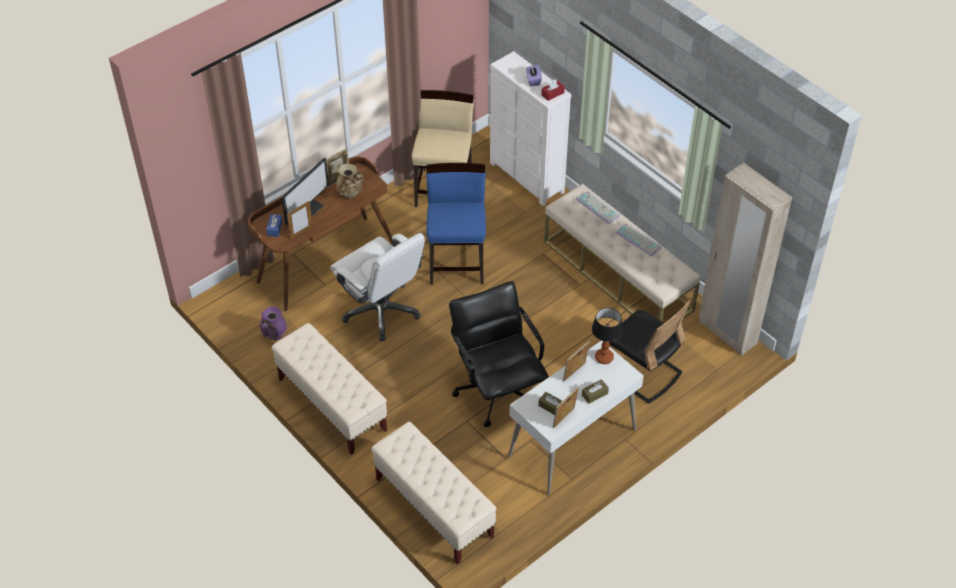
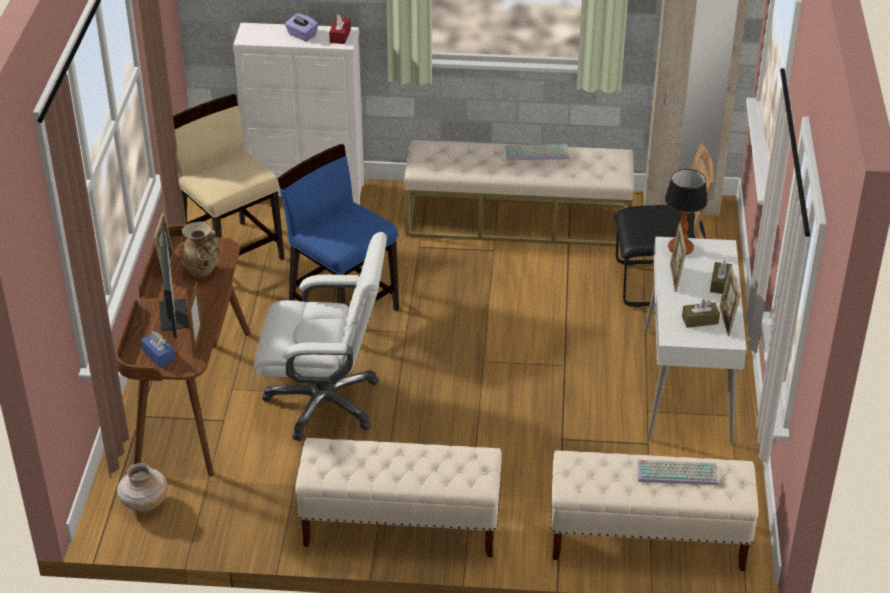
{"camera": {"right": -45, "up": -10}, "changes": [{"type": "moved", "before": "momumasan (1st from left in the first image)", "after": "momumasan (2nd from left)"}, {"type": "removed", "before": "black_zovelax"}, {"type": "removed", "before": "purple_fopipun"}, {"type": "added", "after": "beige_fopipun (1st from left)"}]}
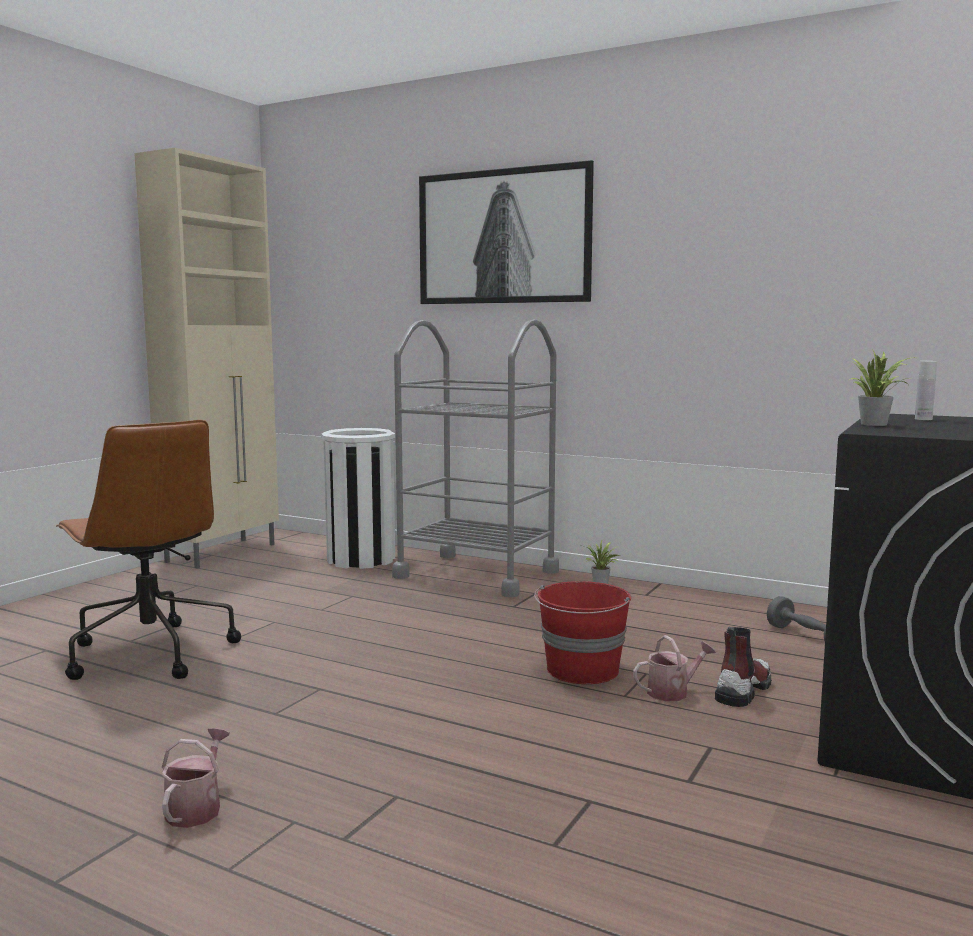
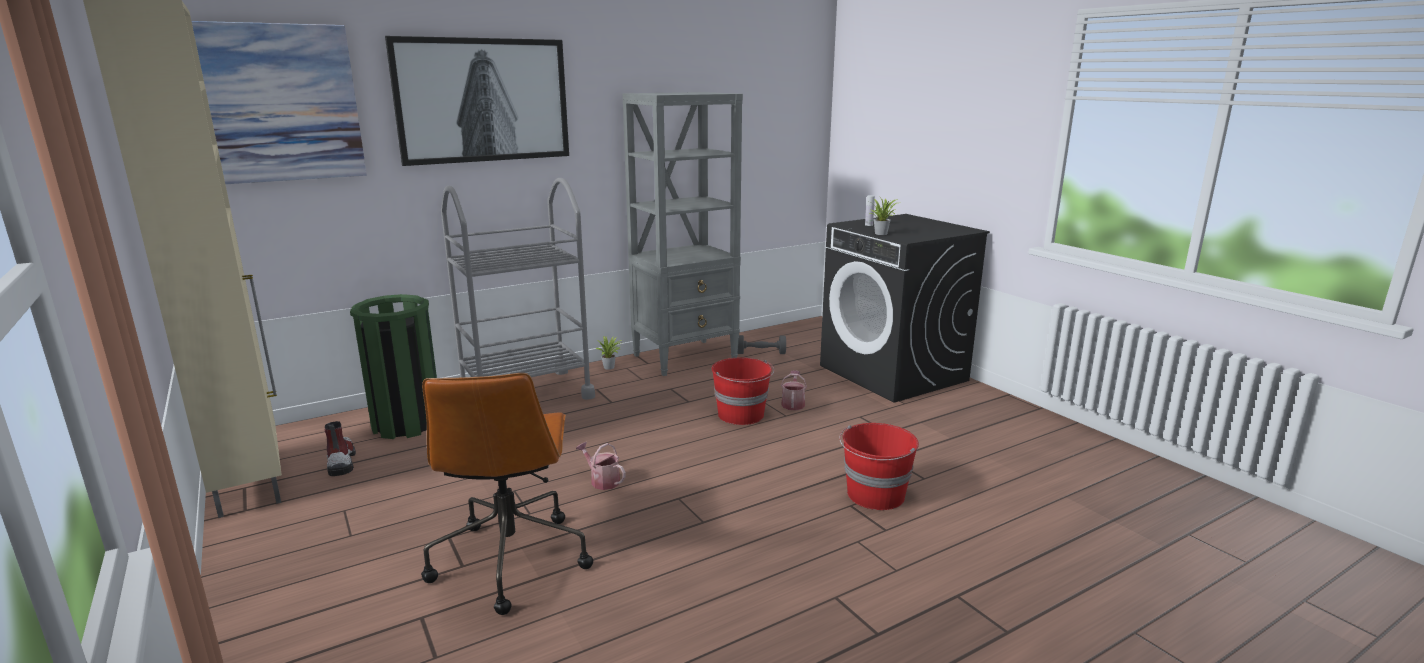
{"camera": {"right": -60, "up": 10}, "changes": [{"type": "turned", "before": "brown_zovelax", "turn": 90}, {"type": "recoloured", "before": "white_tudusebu", "after": "green_tudusebu"}, {"type": "moved", "before": "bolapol"}, {"type": "moved", "before": "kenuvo (1st from left)"}, {"type": "added", "after": "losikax (1st from left)"}, {"type": "added", "after": "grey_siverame"}, {"type": "added", "after": "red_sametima (2nd from left)"}]}
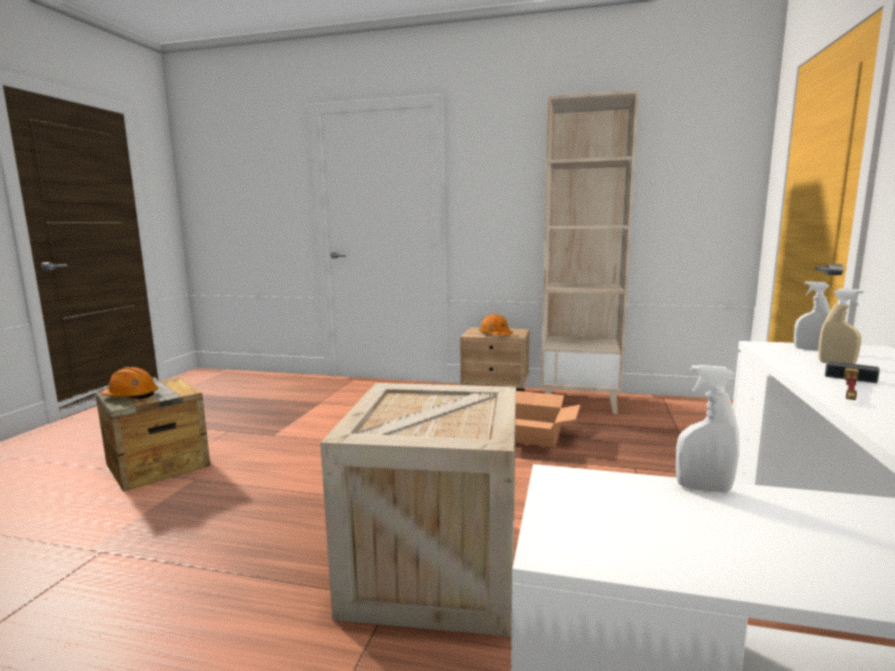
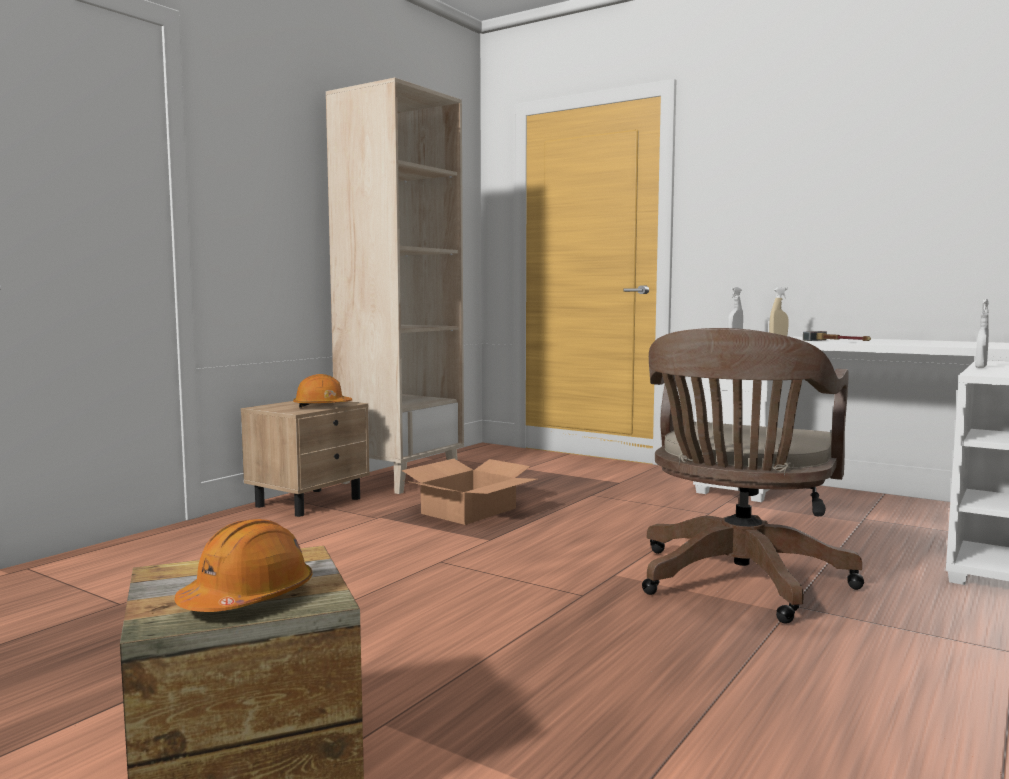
{"camera": {"right": -70, "up": -5}, "changes": [{"type": "replaced", "before": "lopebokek (2nd from left)", "after": "brown_zovelax"}]}
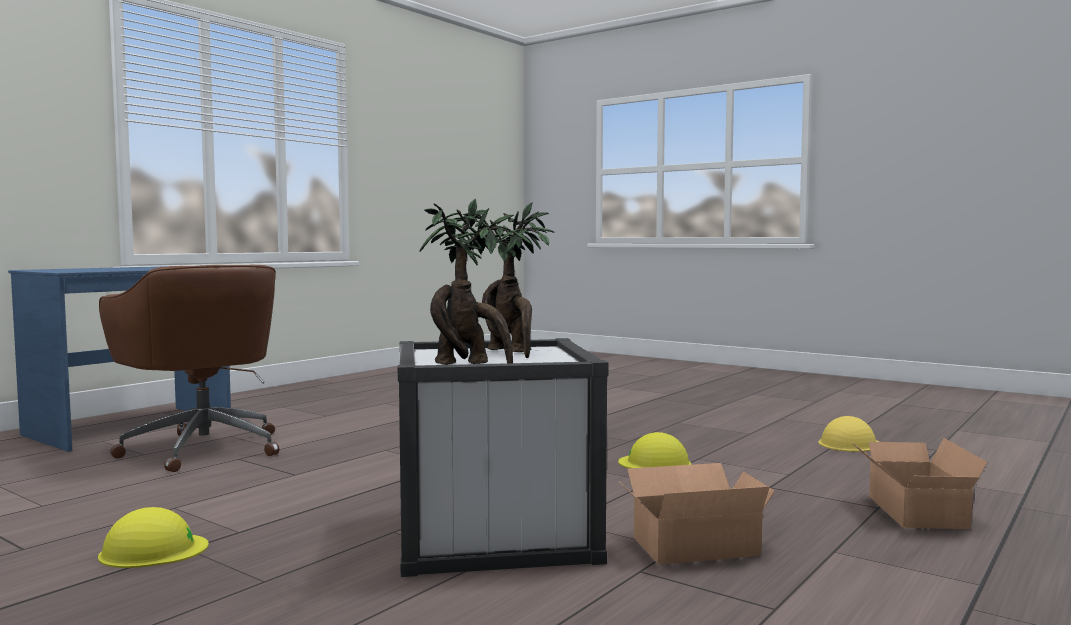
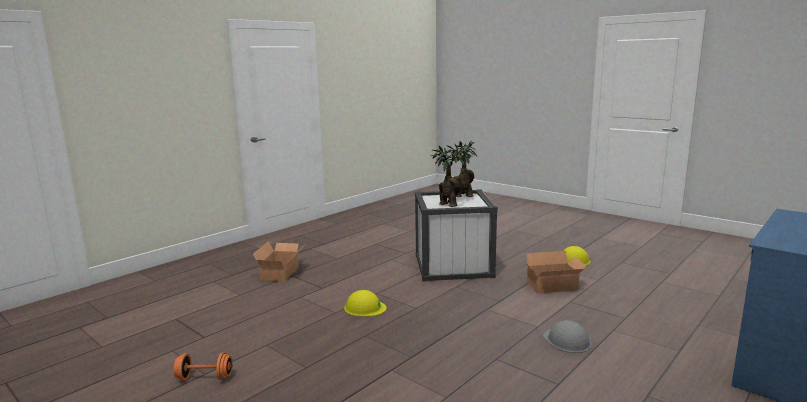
{"camera": {"right": -175, "up": 10}, "changes": [{"type": "removed", "before": "brown_zovelax"}, {"type": "removed", "before": "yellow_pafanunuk (3rd from left)"}, {"type": "moved", "before": "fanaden (1st from left in the first image)", "after": "fanaden (2nd from left)"}, {"type": "added", "after": "grey_pafanunuk"}, {"type": "added", "after": "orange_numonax"}]}
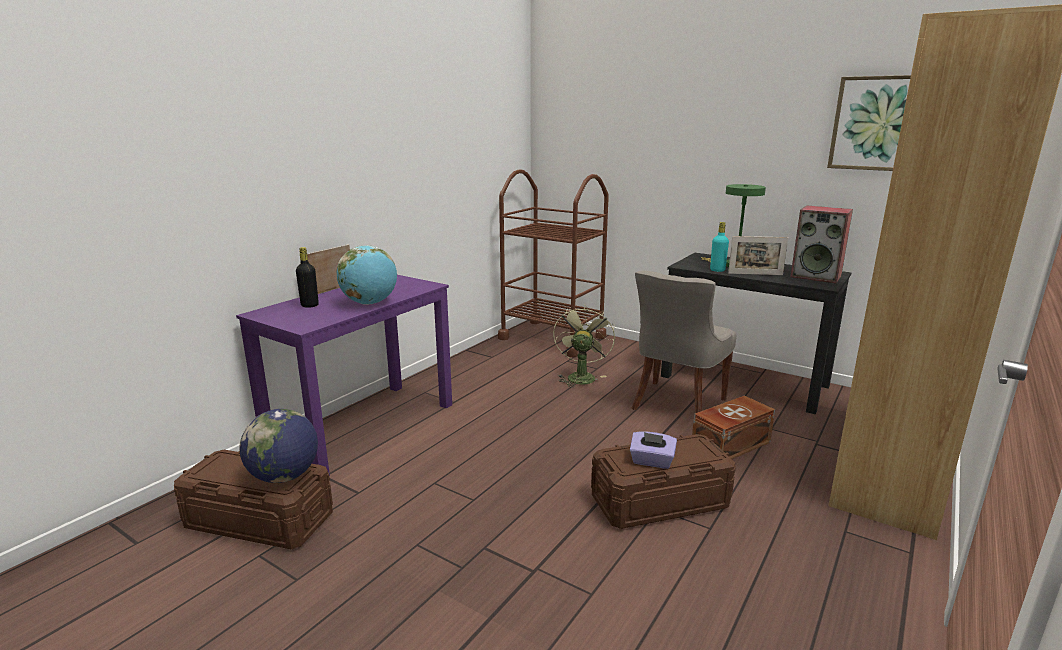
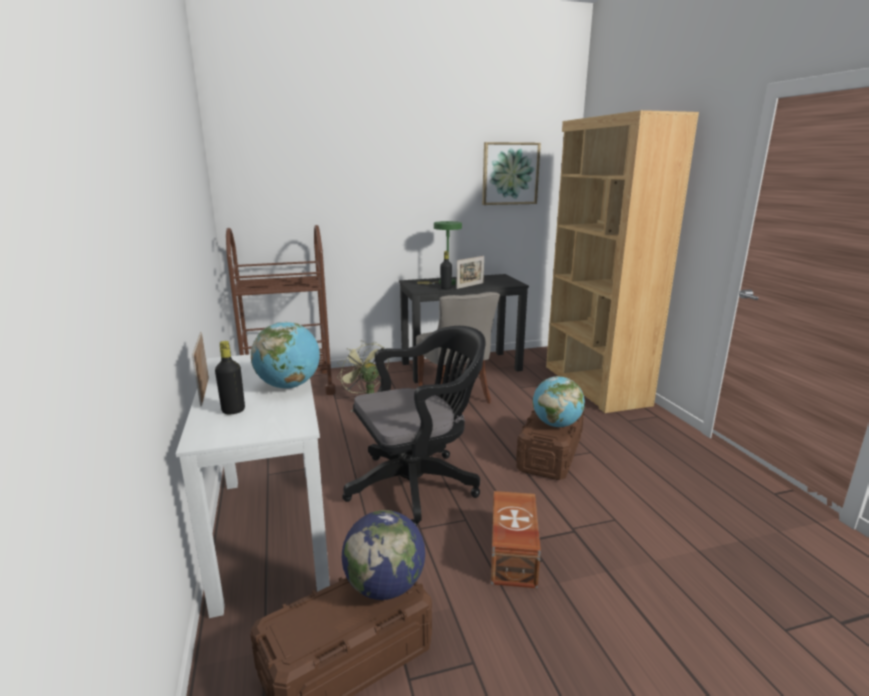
{"camera": {"right": -50, "up": 0}, "changes": [{"type": "removed", "before": "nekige"}, {"type": "recoloured", "before": "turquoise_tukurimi", "after": "black_tukurimi (2nd from left)"}, {"type": "recoloured", "before": "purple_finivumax", "after": "white_finivumax"}, {"type": "moved", "before": "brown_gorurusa (3rd from left in the first image)", "after": "brown_gorurusa (2nd from left)"}, {"type": "replaced", "before": "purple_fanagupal", "after": "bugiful (3rd from left)"}, {"type": "added", "after": "black_zovelax"}]}
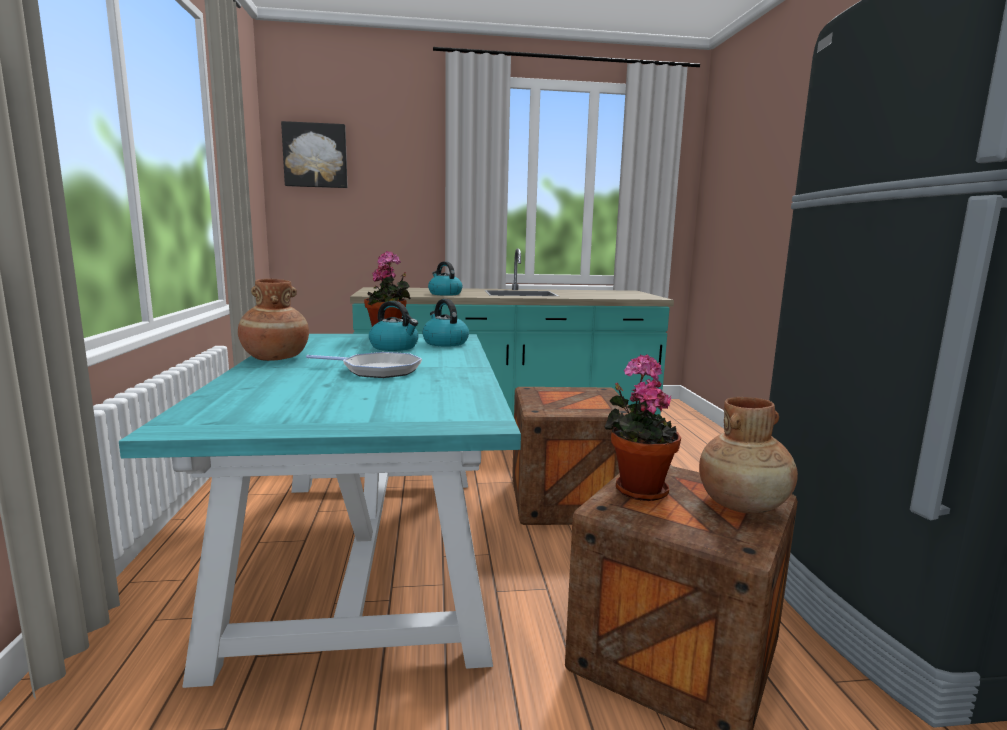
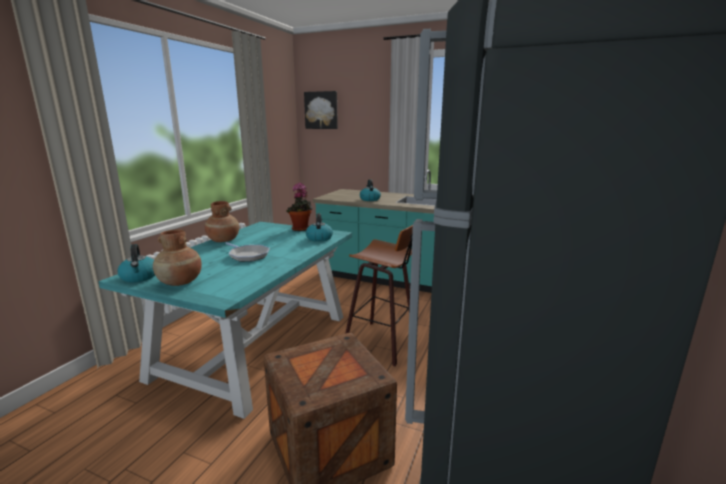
{"camera": {"right": 30, "up": 5}, "changes": [{"type": "moved", "before": "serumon (1st from left)"}, {"type": "removed", "before": "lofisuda (2nd from left)"}, {"type": "replaced", "before": "lopebokek (1st from left)", "after": "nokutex"}, {"type": "moved", "before": "brown_fopipun (2nd from left in the first image)", "after": "brown_fopipun (1st from left)"}]}
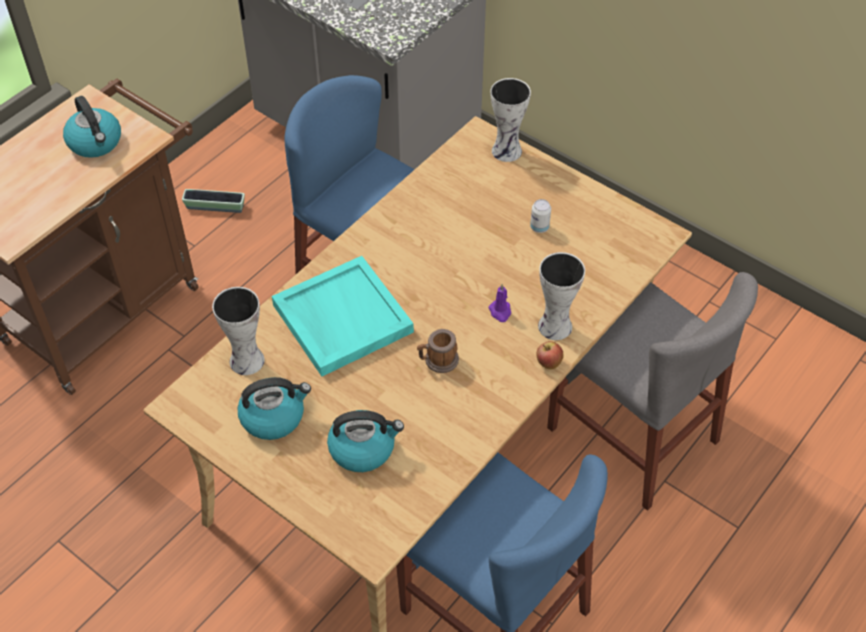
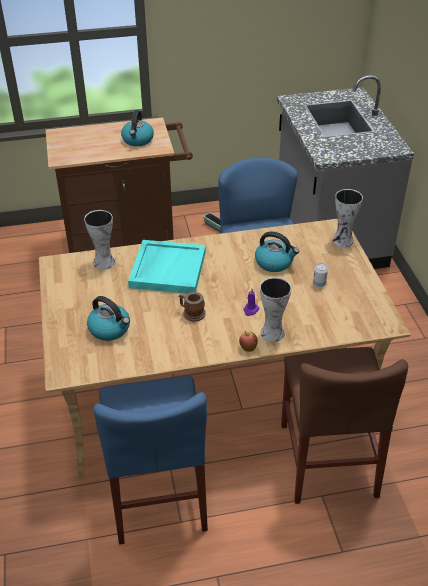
{"camera": {"right": 40, "up": -10}, "changes": [{"type": "recoloured", "before": "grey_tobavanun", "after": "brown_tobavanun"}, {"type": "moved", "before": "serumon (2nd from left in the first image)", "after": "serumon (3rd from left)"}]}
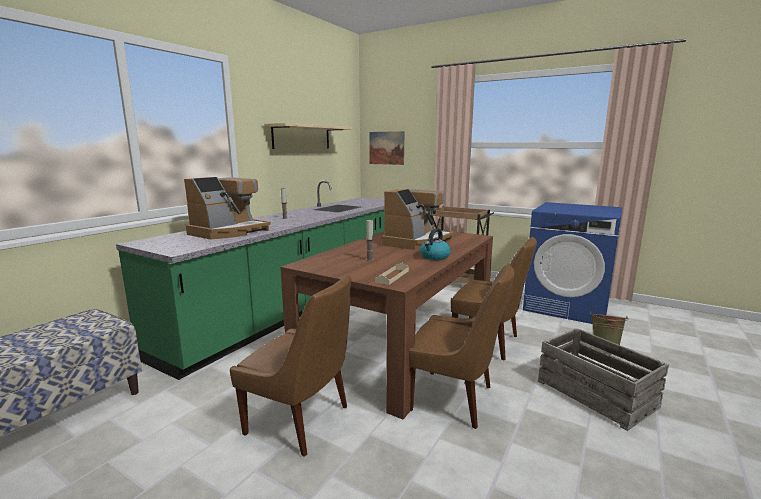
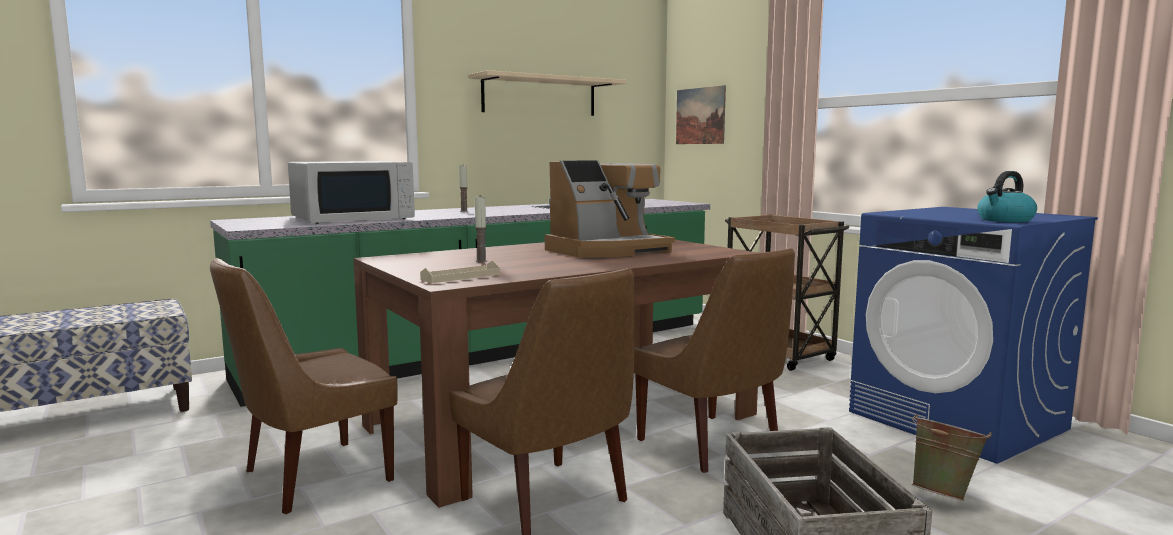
{"camera": {"right": 25, "up": -5}, "changes": [{"type": "replaced", "before": "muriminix (1st from left)", "after": "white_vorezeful"}, {"type": "moved", "before": "serumon"}, {"type": "turned", "before": "brown_tobavanun (1st from left)", "turn": 90}]}
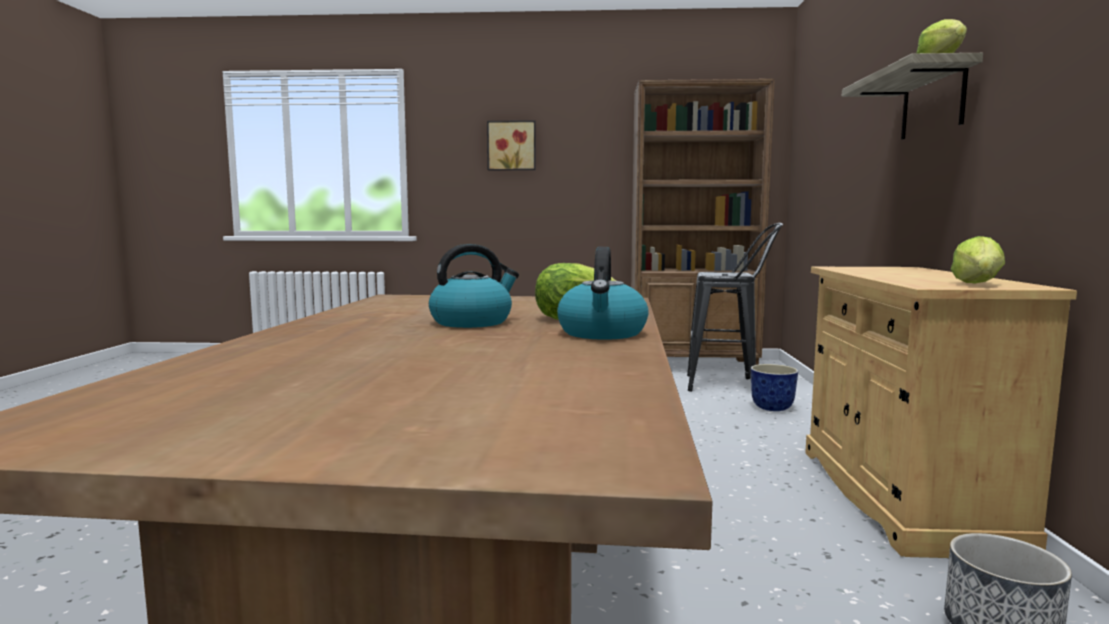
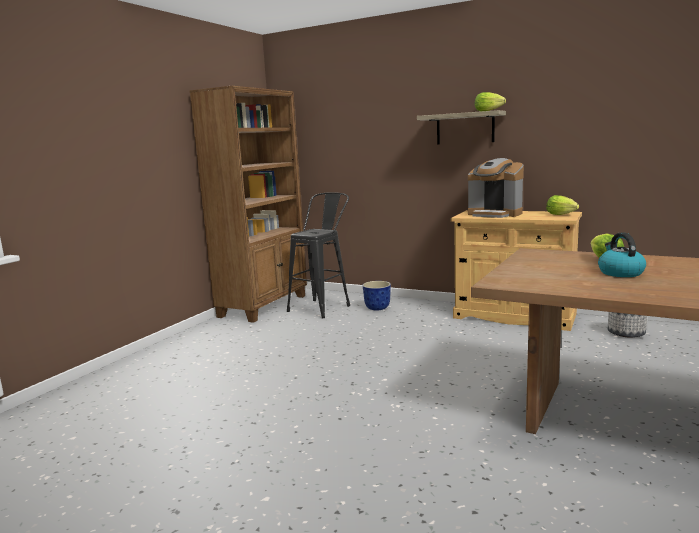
{"camera": {"right": -65, "up": 5}, "changes": [{"type": "removed", "before": "losikax"}, {"type": "removed", "before": "serumon (2nd from left)"}, {"type": "added", "after": "muriminix"}]}
